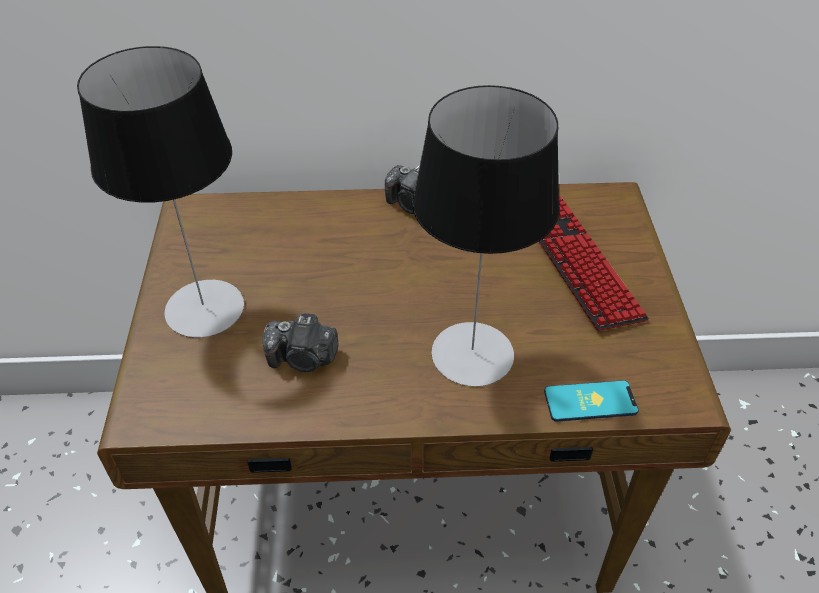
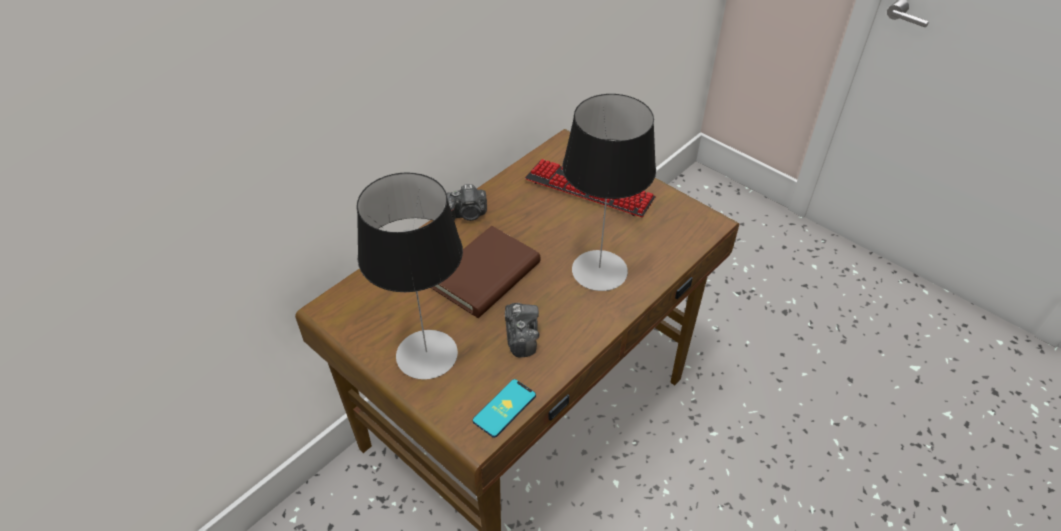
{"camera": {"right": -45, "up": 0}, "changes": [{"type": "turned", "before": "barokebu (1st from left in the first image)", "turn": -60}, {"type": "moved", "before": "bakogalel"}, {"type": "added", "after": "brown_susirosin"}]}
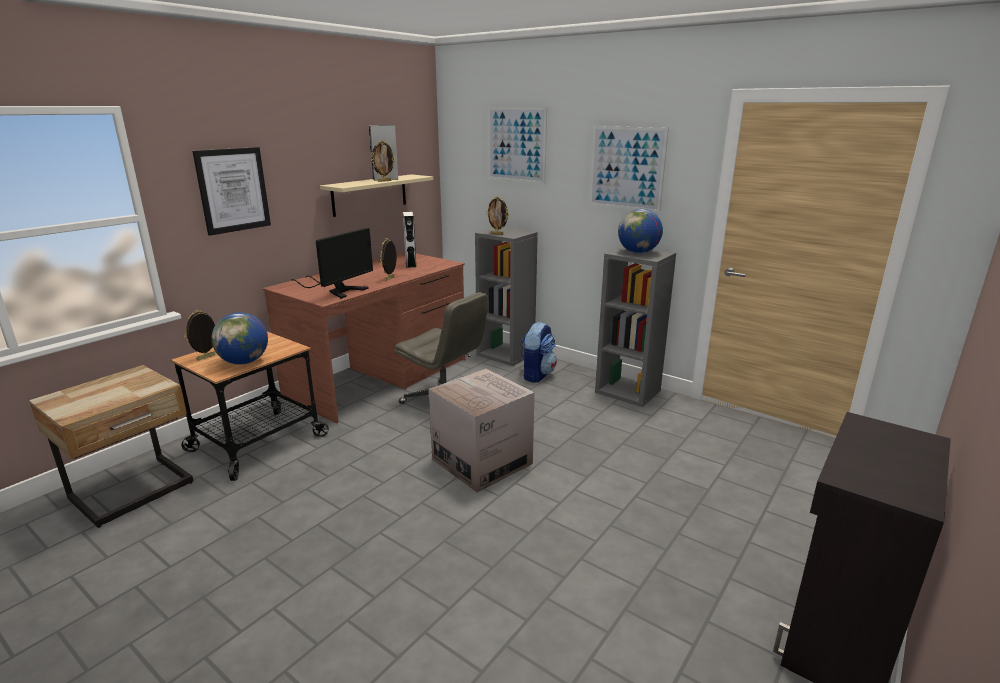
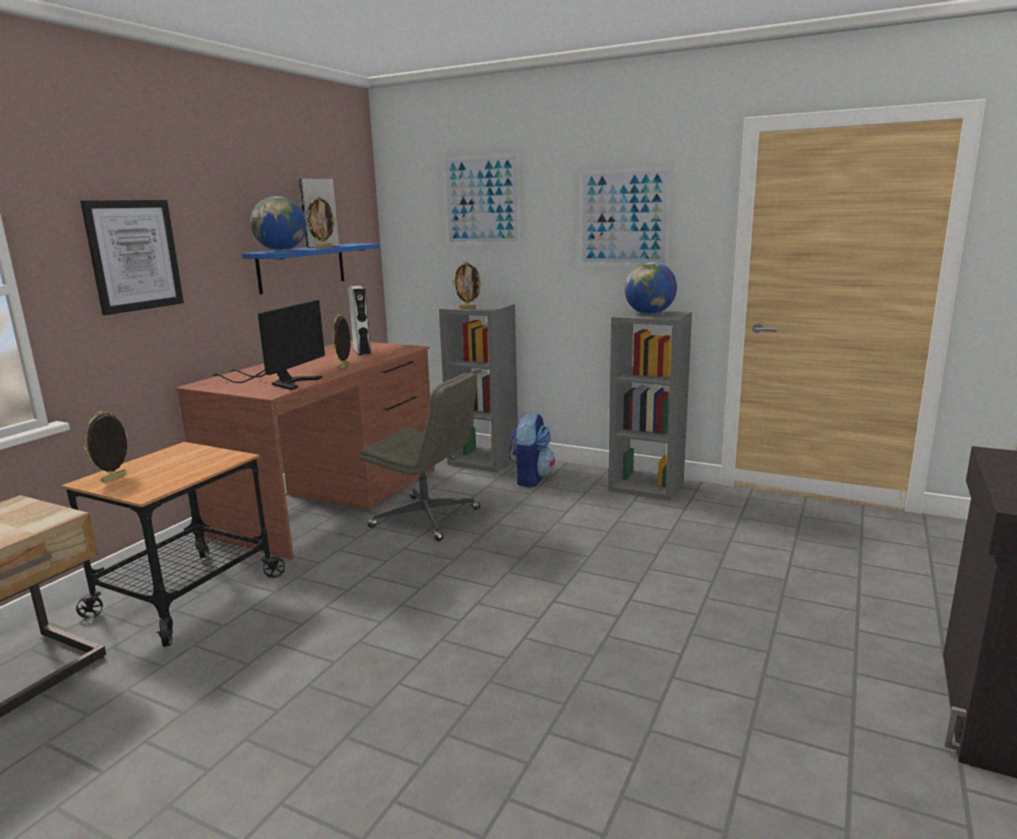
{"camera": {"right": -10, "up": -5}, "changes": [{"type": "recoloured", "before": "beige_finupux", "after": "blue_finupux"}, {"type": "moved", "before": "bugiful (1st from left)"}, {"type": "removed", "before": "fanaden"}]}
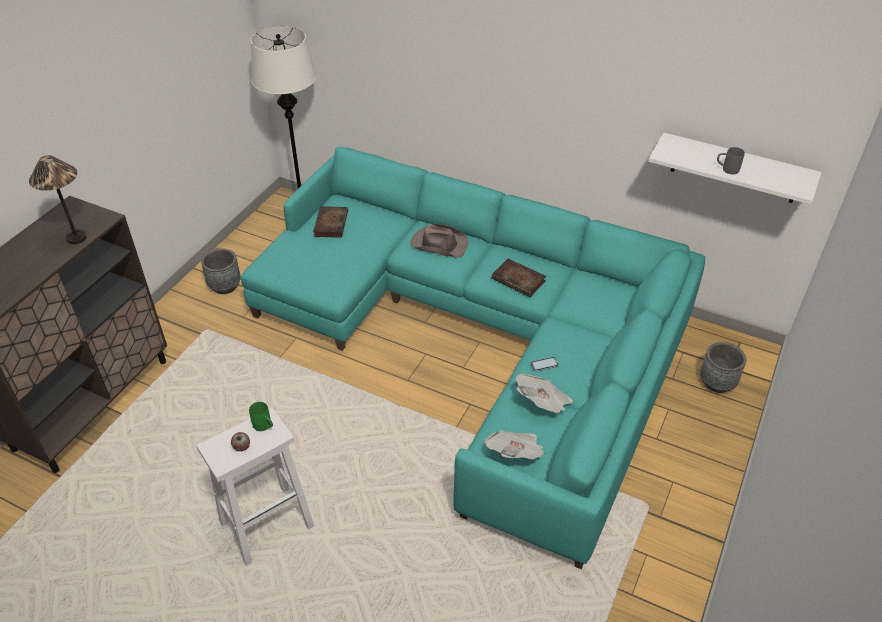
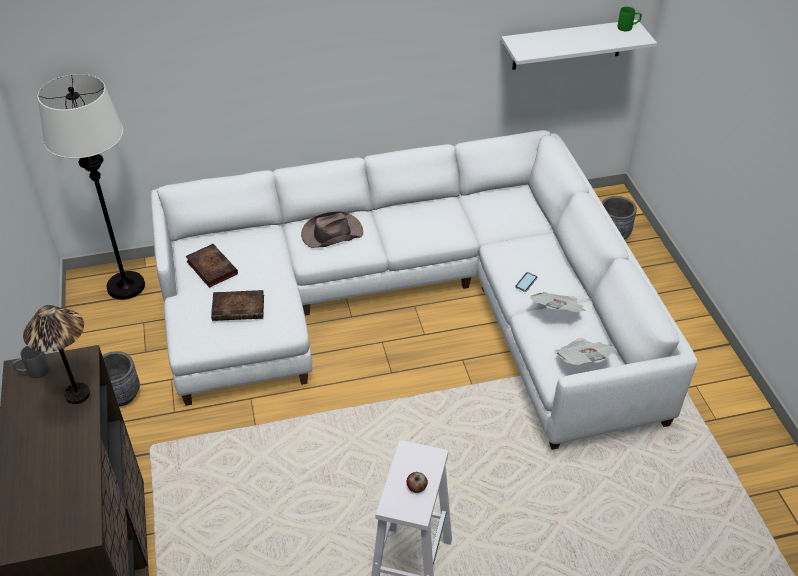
{"camera": {"right": -40, "up": 0}, "changes": [{"type": "recoloured", "before": "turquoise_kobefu", "after": "white_kobefu"}, {"type": "moved", "before": "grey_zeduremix"}, {"type": "moved", "before": "susirosin (2nd from left)"}, {"type": "moved", "before": "green_zeduremix"}]}
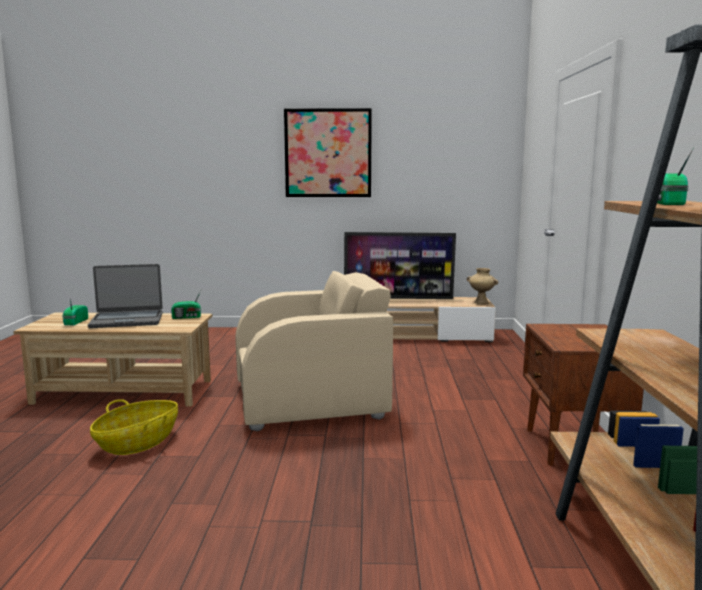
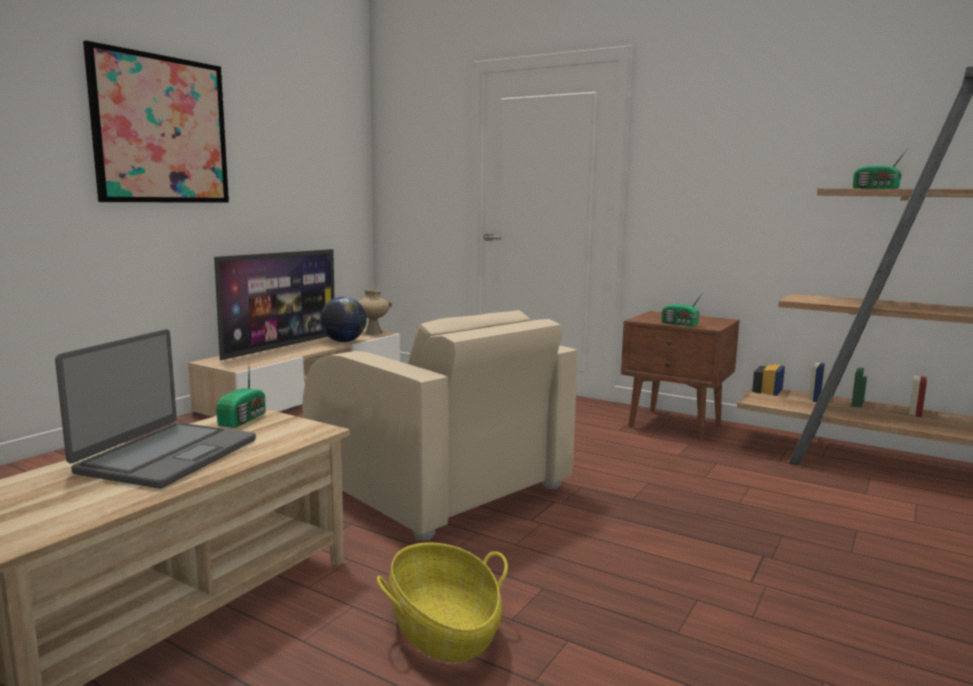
{"camera": {"right": -60, "up": 0}, "changes": [{"type": "turned", "before": "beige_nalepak", "turn": 120}, {"type": "moved", "before": "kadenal (1st from left in the first image)", "after": "kadenal (2nd from left)"}, {"type": "added", "after": "bugiful"}]}
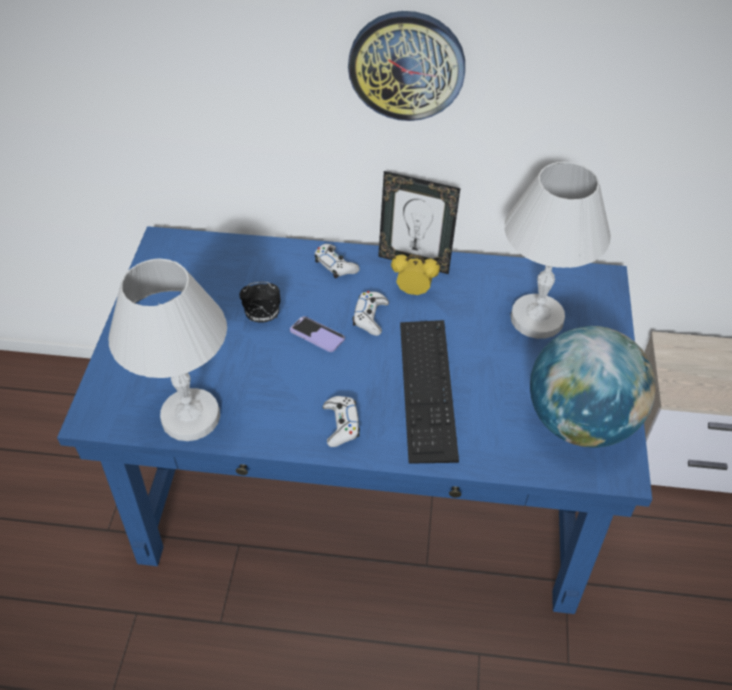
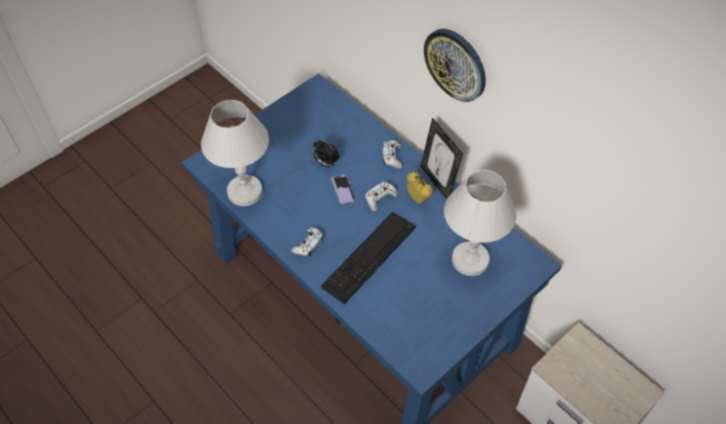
{"camera": {"right": 40, "up": 5}, "changes": [{"type": "removed", "before": "bugiful"}]}
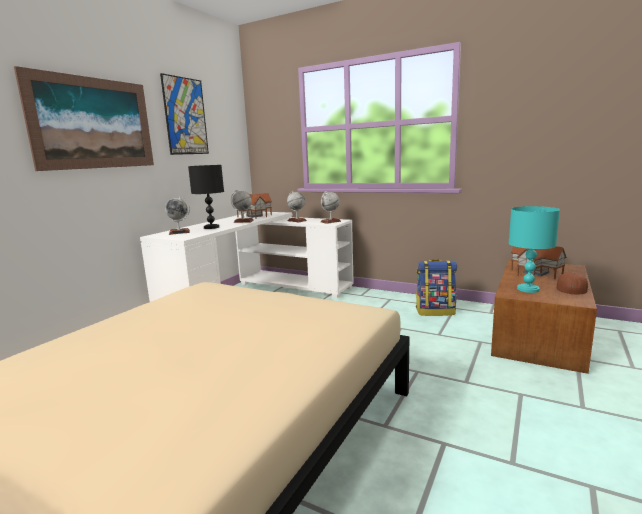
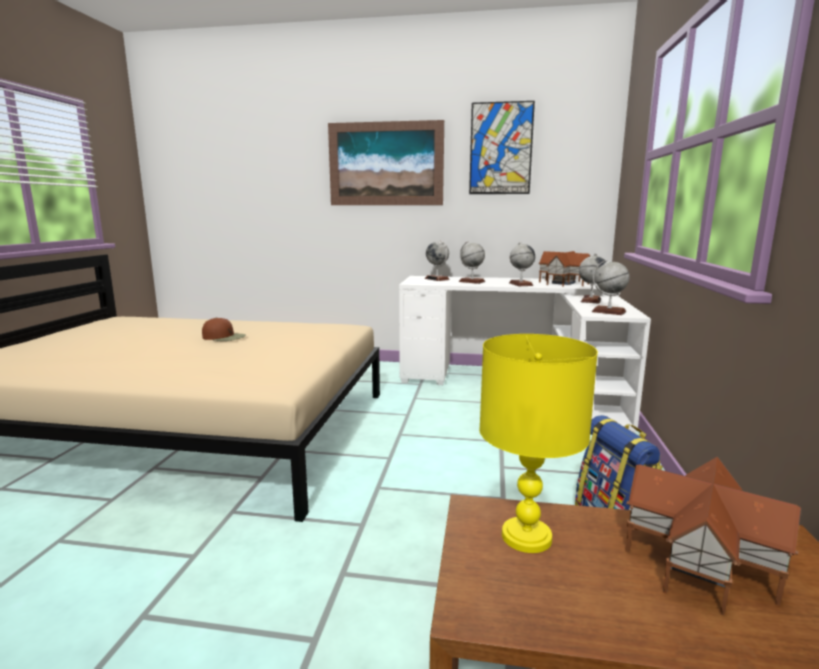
{"camera": {"right": 70, "up": 0}, "changes": [{"type": "replaced", "before": "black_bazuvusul", "after": "bugiful (2nd from left)"}, {"type": "recoloured", "before": "turquoise_bazuvusul", "after": "yellow_bazuvusul"}, {"type": "moved", "before": "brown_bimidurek"}]}
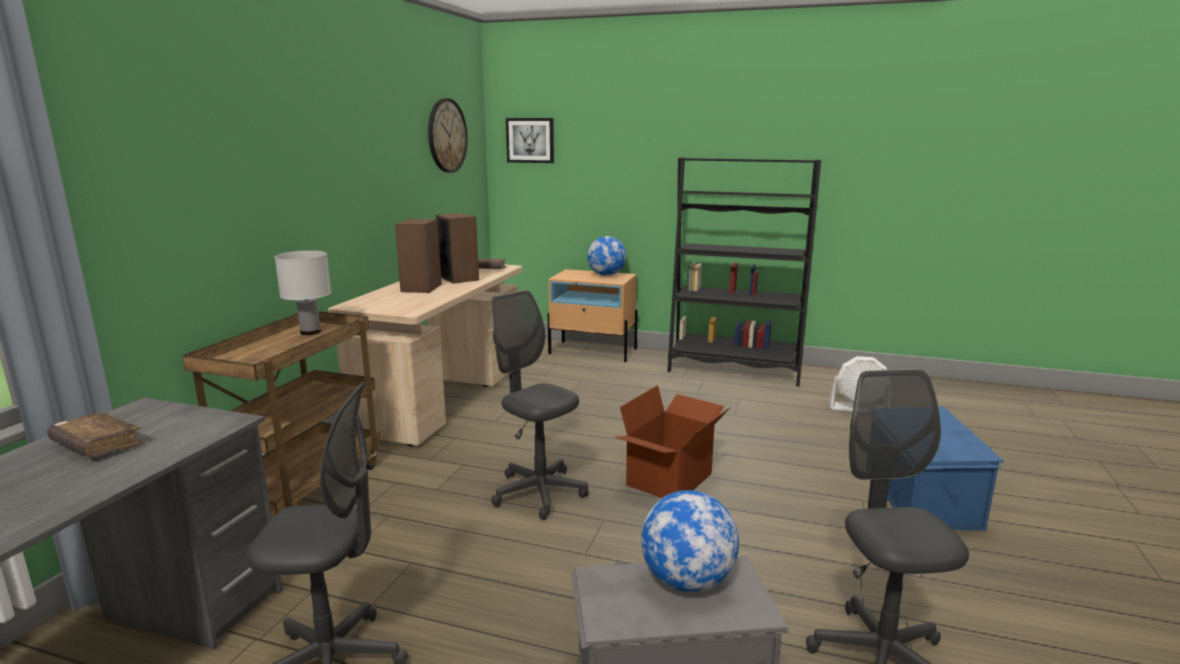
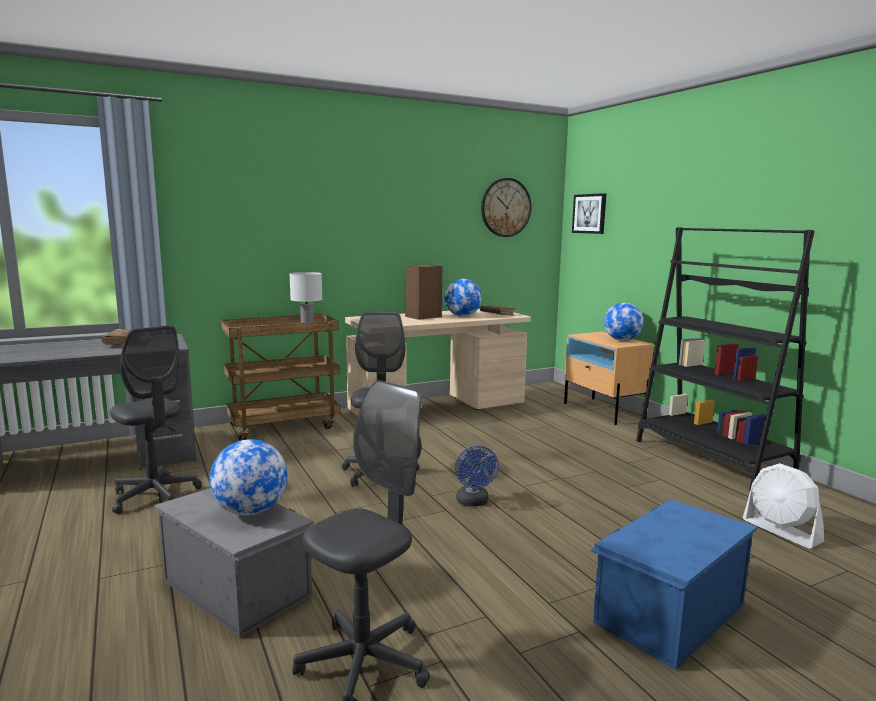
{"camera": {"right": 45, "up": -5}, "changes": [{"type": "replaced", "before": "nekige (2nd from left)", "after": "bugiful (2nd from left)"}, {"type": "replaced", "before": "fanaden", "after": "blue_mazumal"}]}
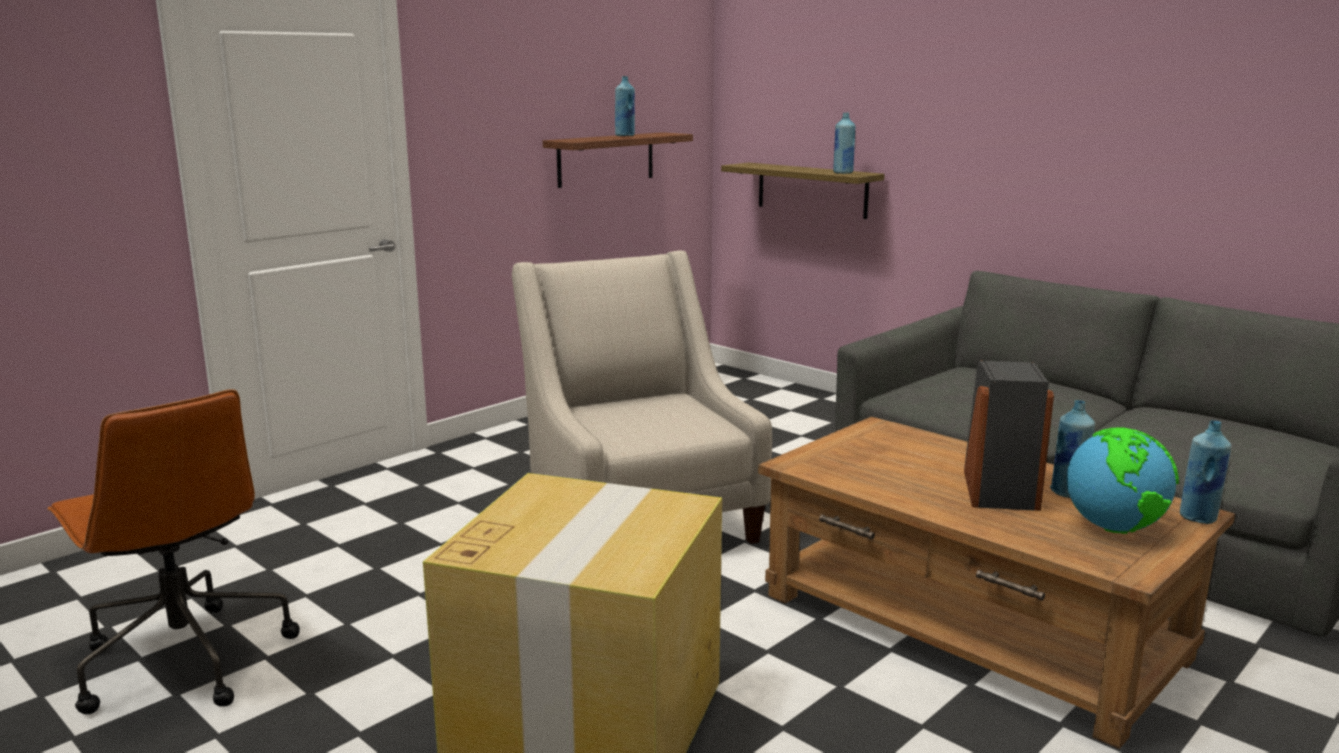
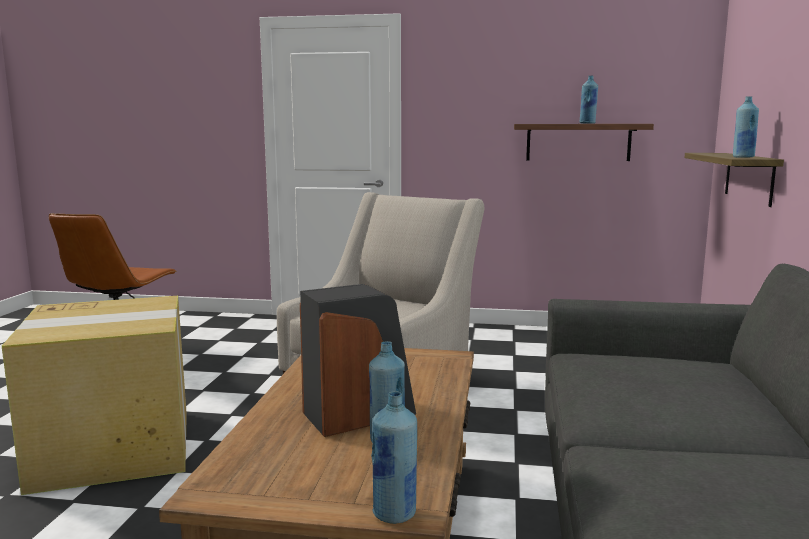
{"camera": {"right": 55, "up": -5}, "changes": [{"type": "removed", "before": "bugiful"}]}
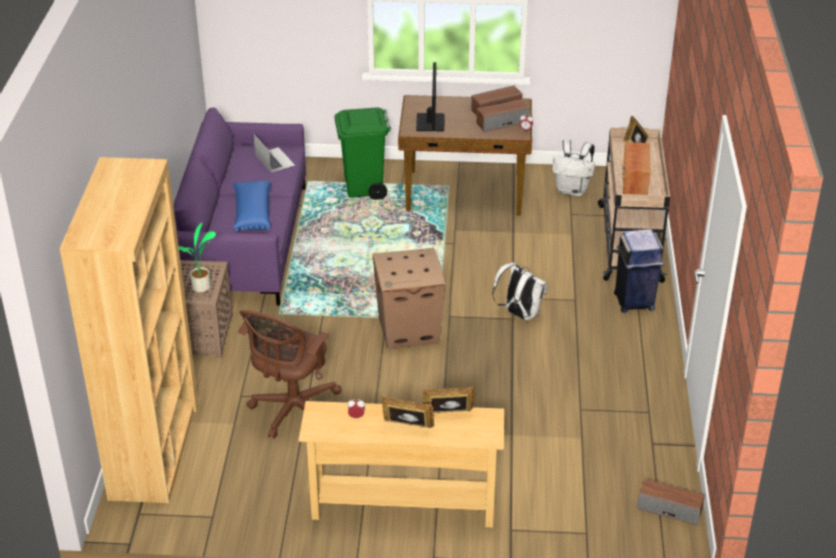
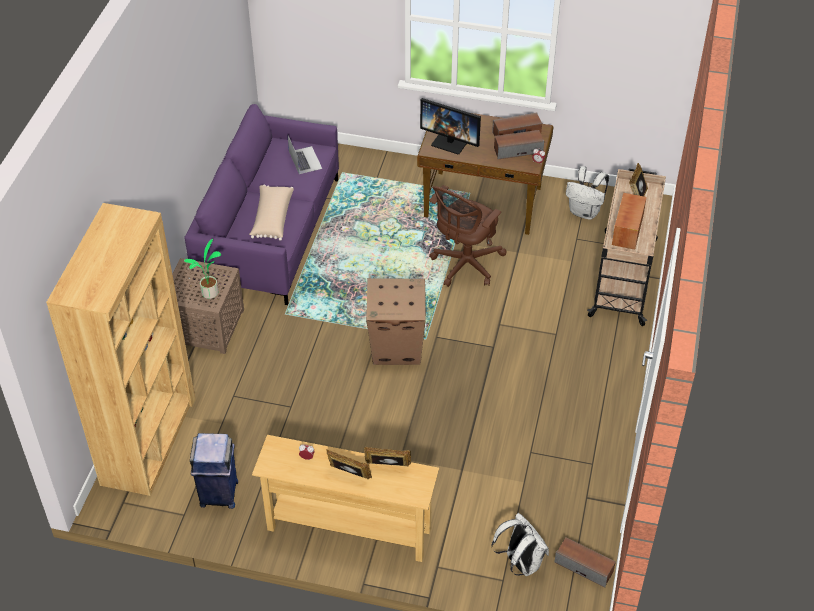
{"camera": {"right": 10, "up": 10}, "changes": [{"type": "turned", "before": "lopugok", "turn": 105}, {"type": "removed", "before": "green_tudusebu"}, {"type": "recoloured", "before": "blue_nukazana", "after": "beige_nukazana"}, {"type": "moved", "before": "blue_tudusebu"}, {"type": "moved", "before": "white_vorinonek (1st from left)"}, {"type": "moved", "before": "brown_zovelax"}]}
